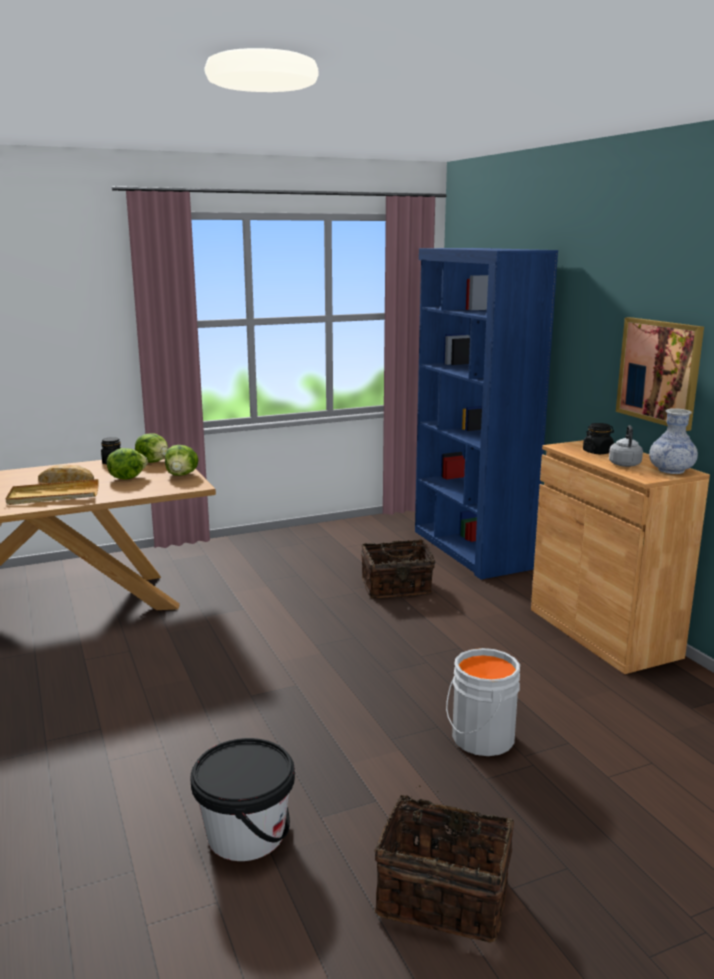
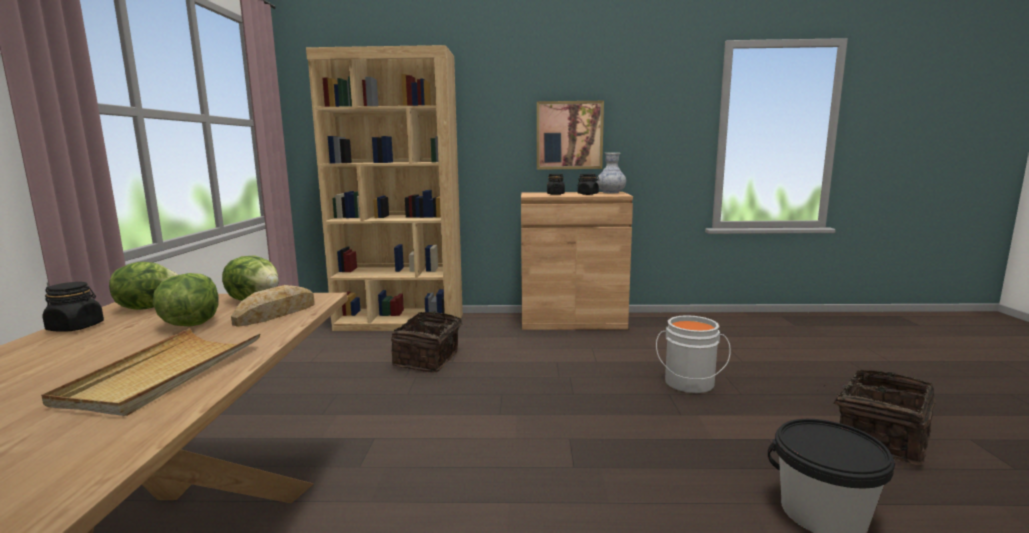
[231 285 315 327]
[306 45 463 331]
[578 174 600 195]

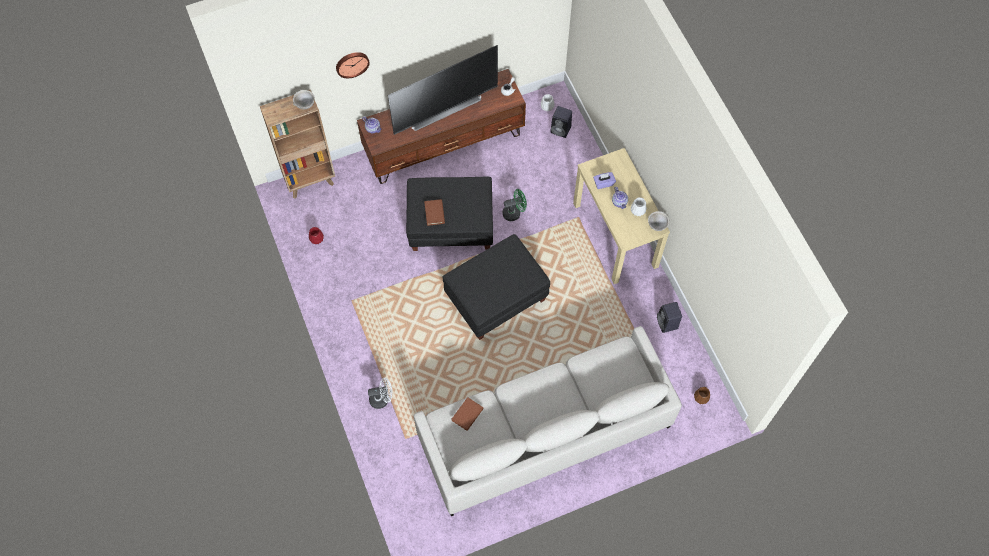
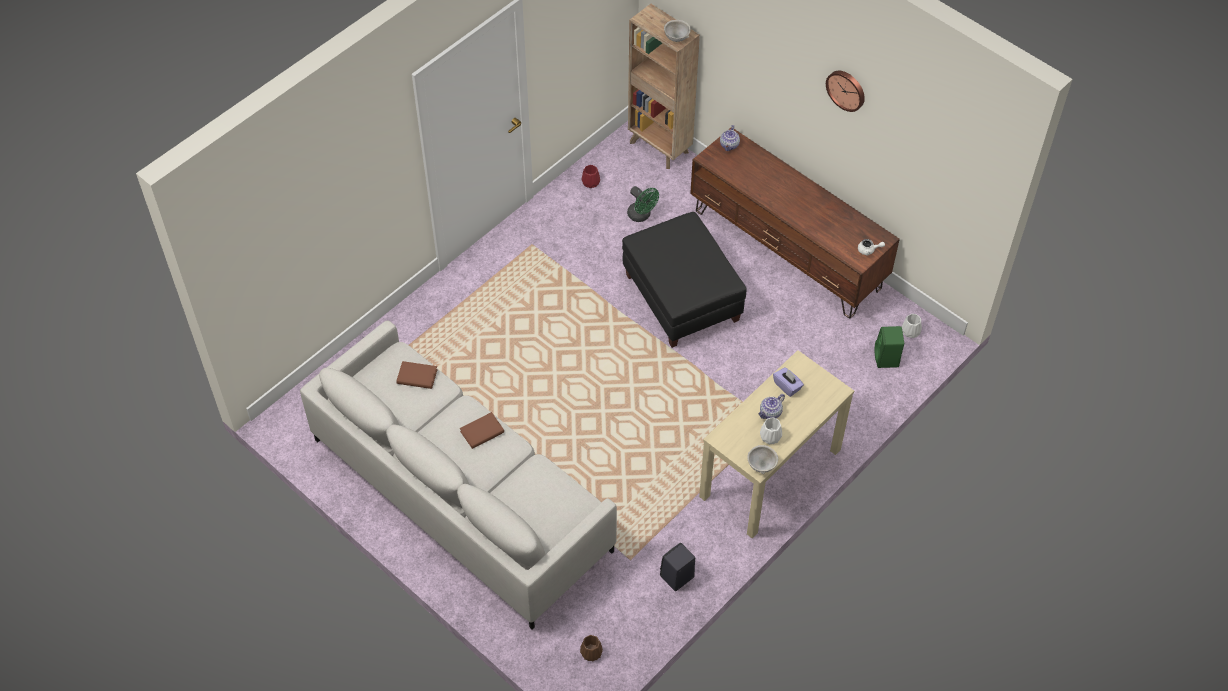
[460 412 504 449]
[627 186 659 222]
[826 71 865 112]
[875 326 904 368]
[368 377 392 409] (first image)
[388 45 498 135] (first image)
[442 234 550 340] (first image)

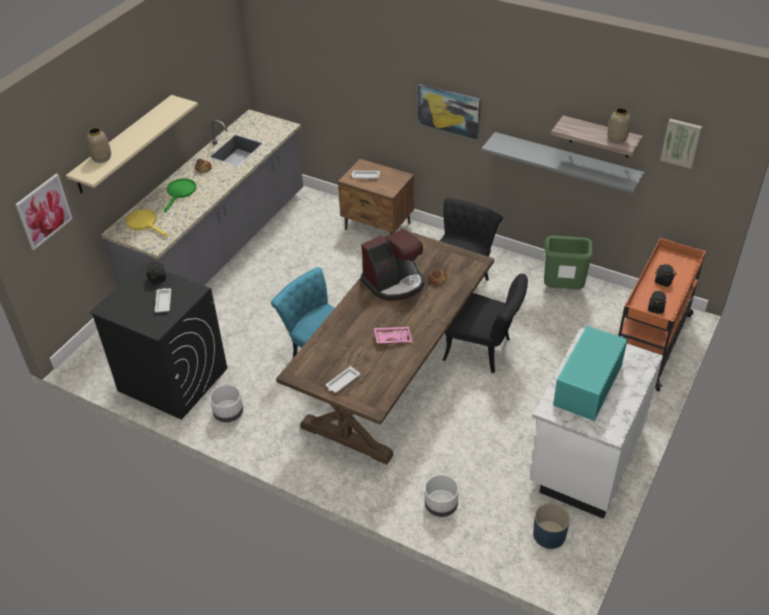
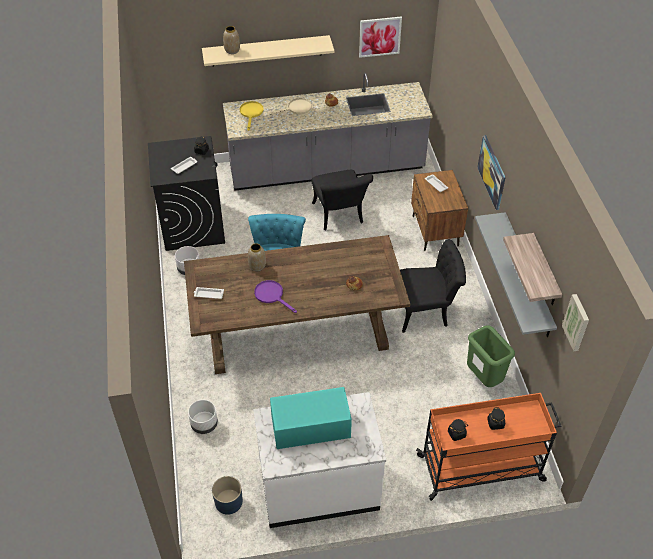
[248 243 266 271]
[254 280 297 313]
[269 98 312 115]
[312 170 373 230]
[359 16 402 58]
[361 229 424 301] (first image)

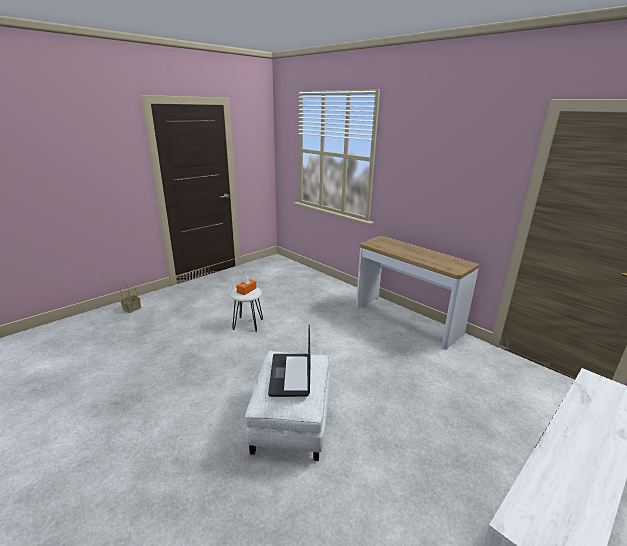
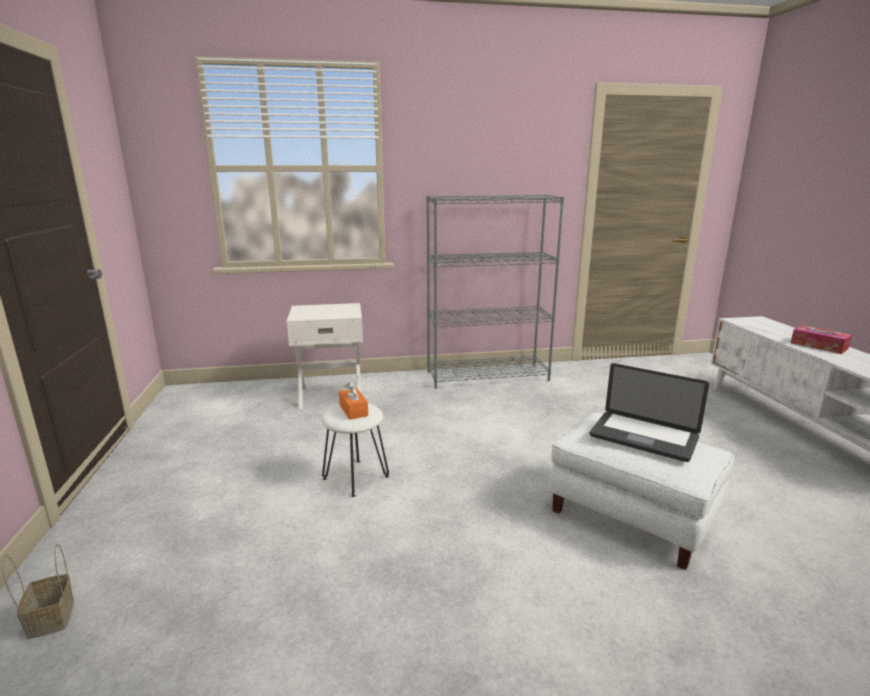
[286 303 363 409]
[426 194 564 389]
[791 325 852 354]

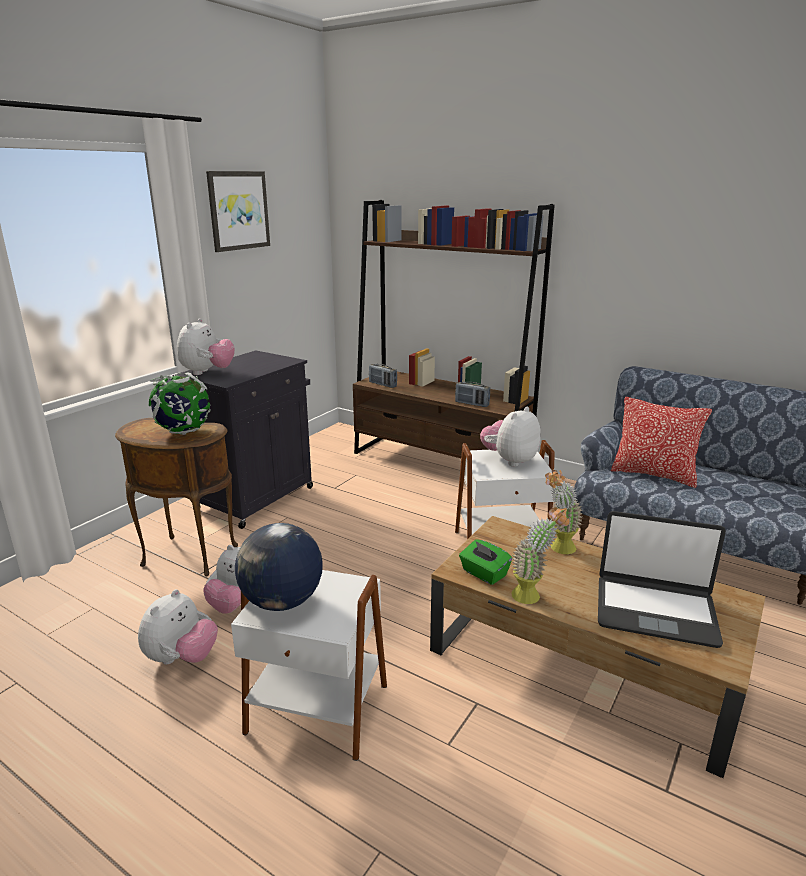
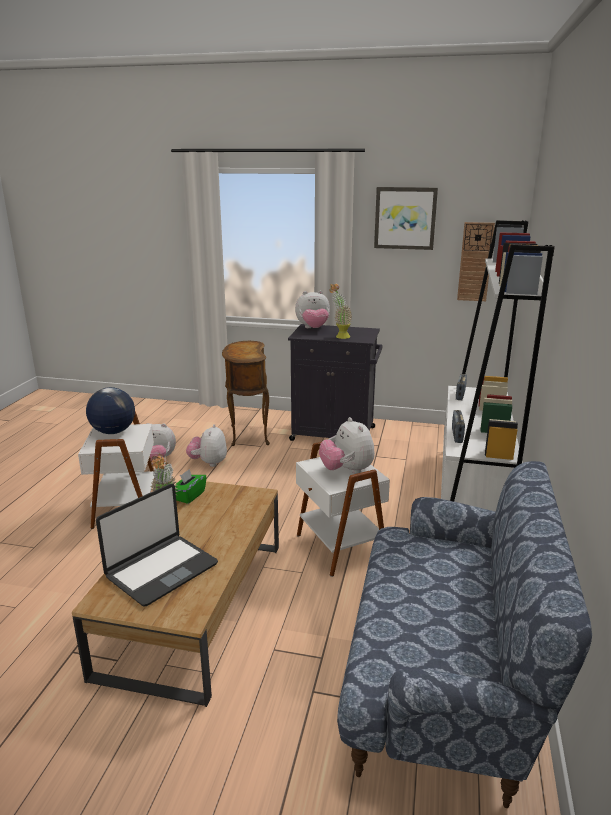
[96 484 218 607]
[319 417 375 474]
[329 283 352 339]
[441 220 555 512]
[457 222 495 301]
[149 372 211 435] (first image)
[611 397 712 488] (first image)

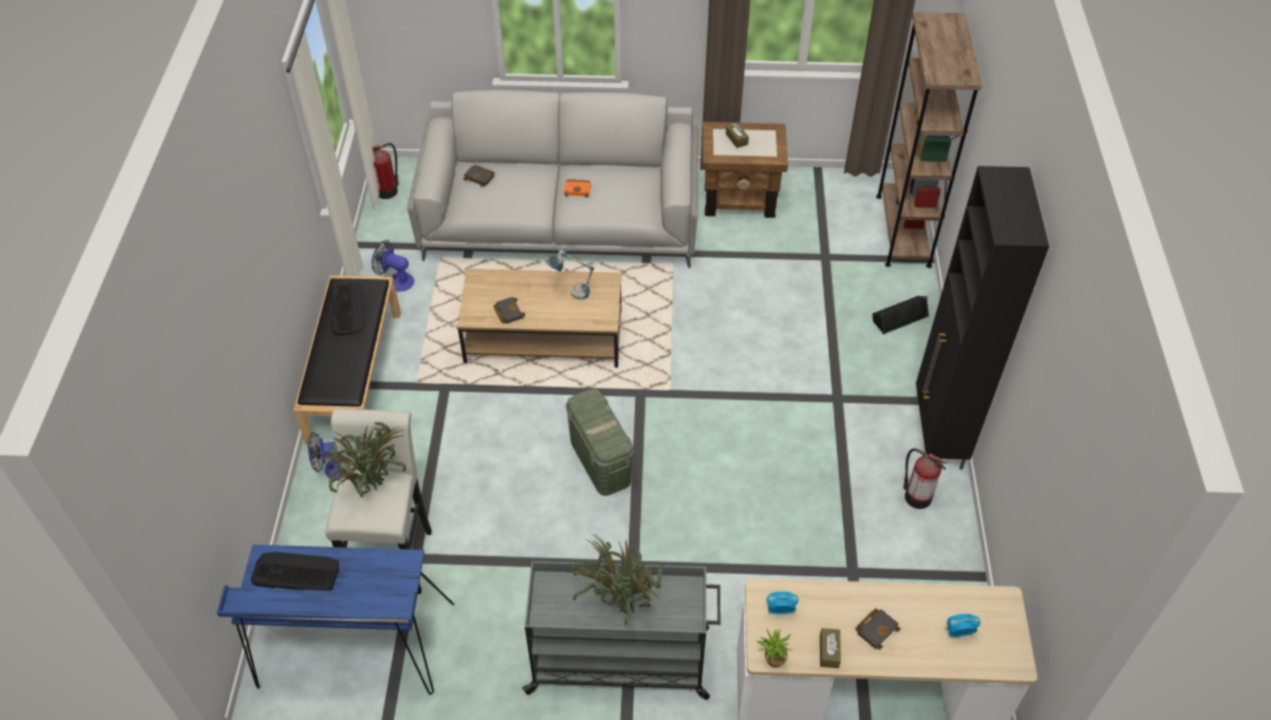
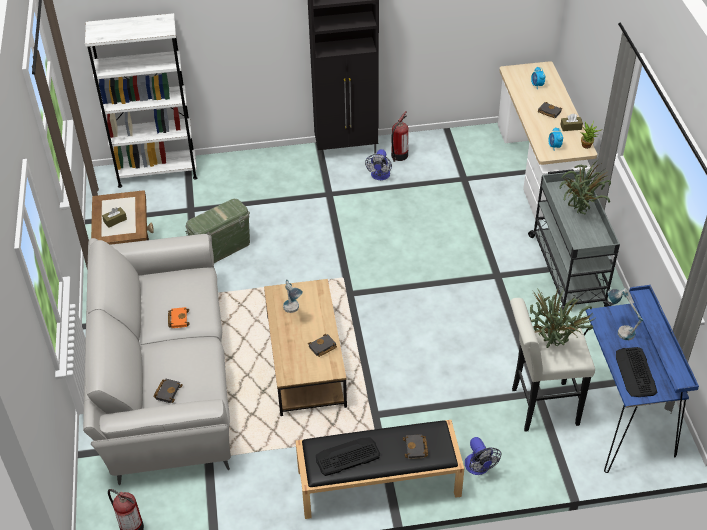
[85 13 197 188]
[185 199 250 263]
[365 149 392 180]
[403 434 428 459]
[608 288 643 340]
[872 296 929 334] (first image)

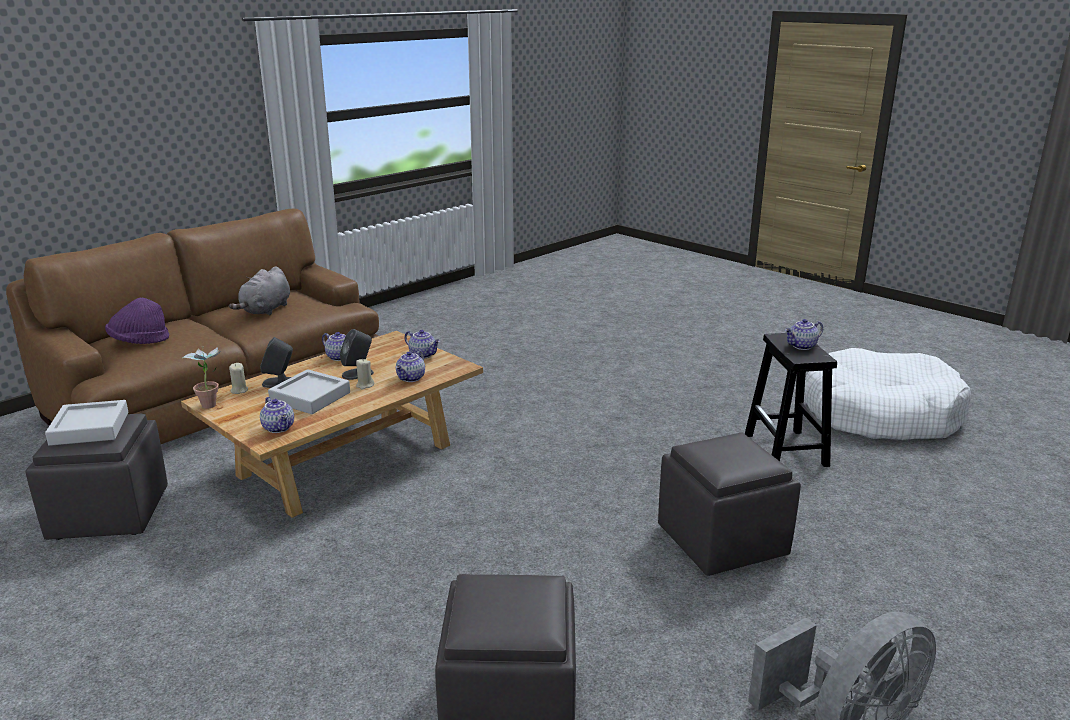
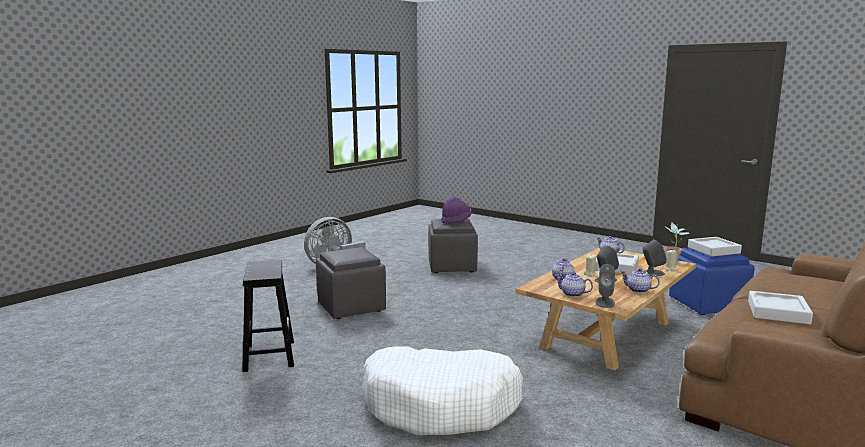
[362 346 523 436]
[441 196 472 224]
[596 264 615 308]
[669 248 755 315]
[748 291 813 324]
[785 319 823 350] (first image)

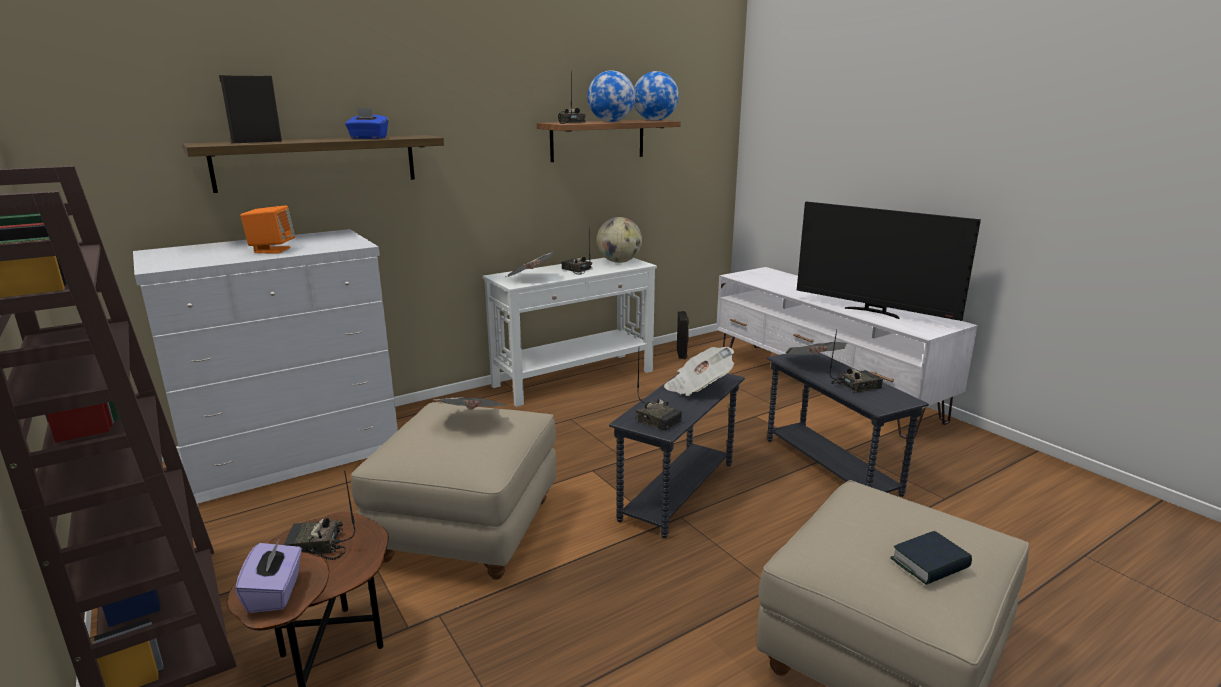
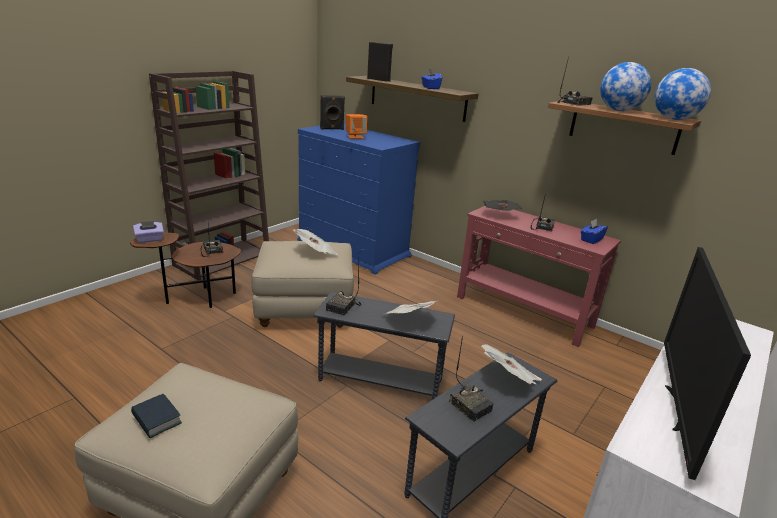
[297 124 420 275]
[320 95 345 130]
[457 206 621 347]
[581 219 608 244]

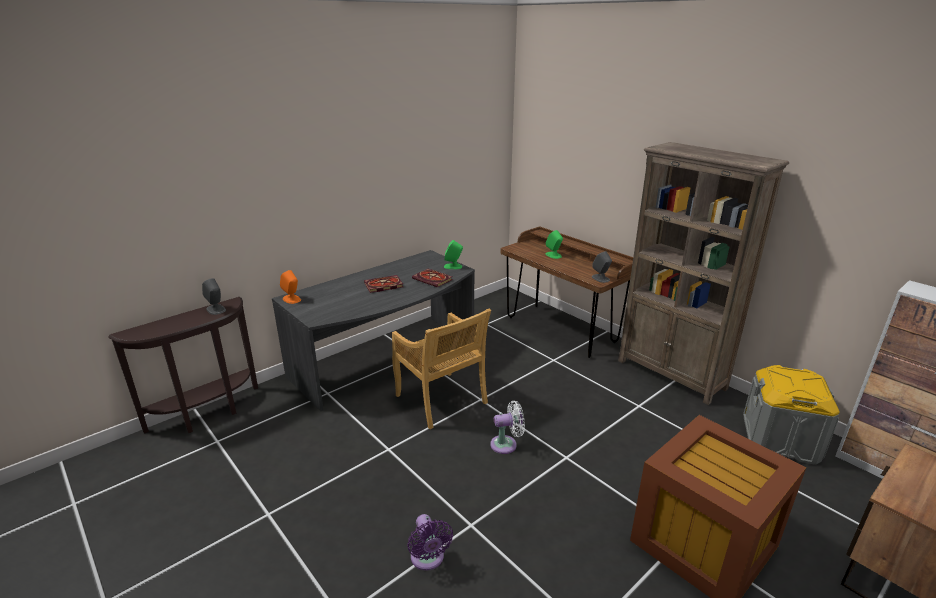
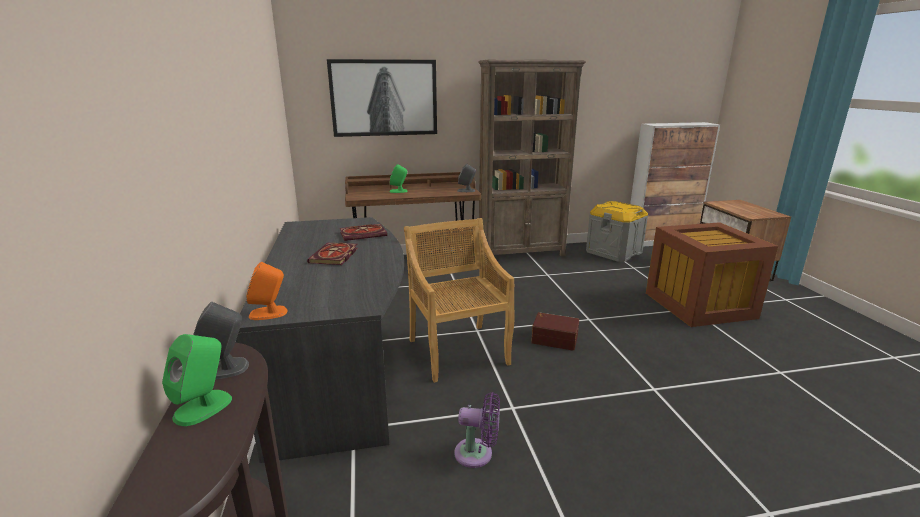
[162 334 232 426]
[327 59 437 137]
[404 218 514 383]
[454 392 500 468]
[531 312 579 351]

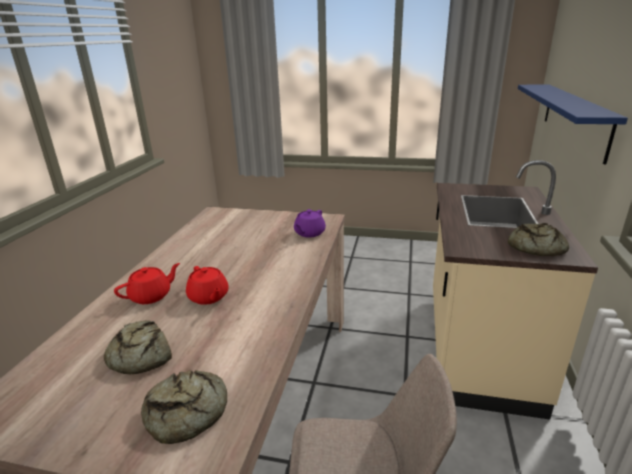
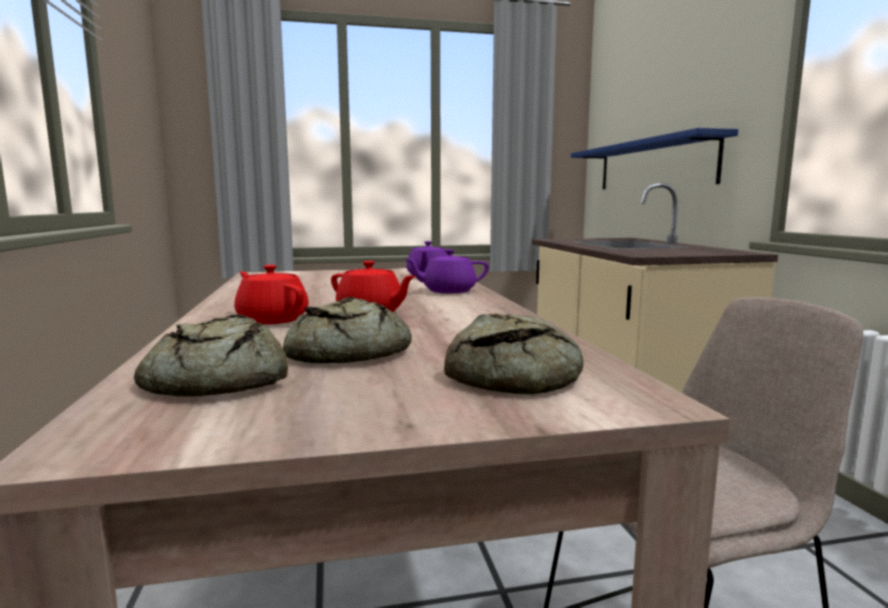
[134 314 288 397]
[234 265 309 324]
[404 249 489 293]

